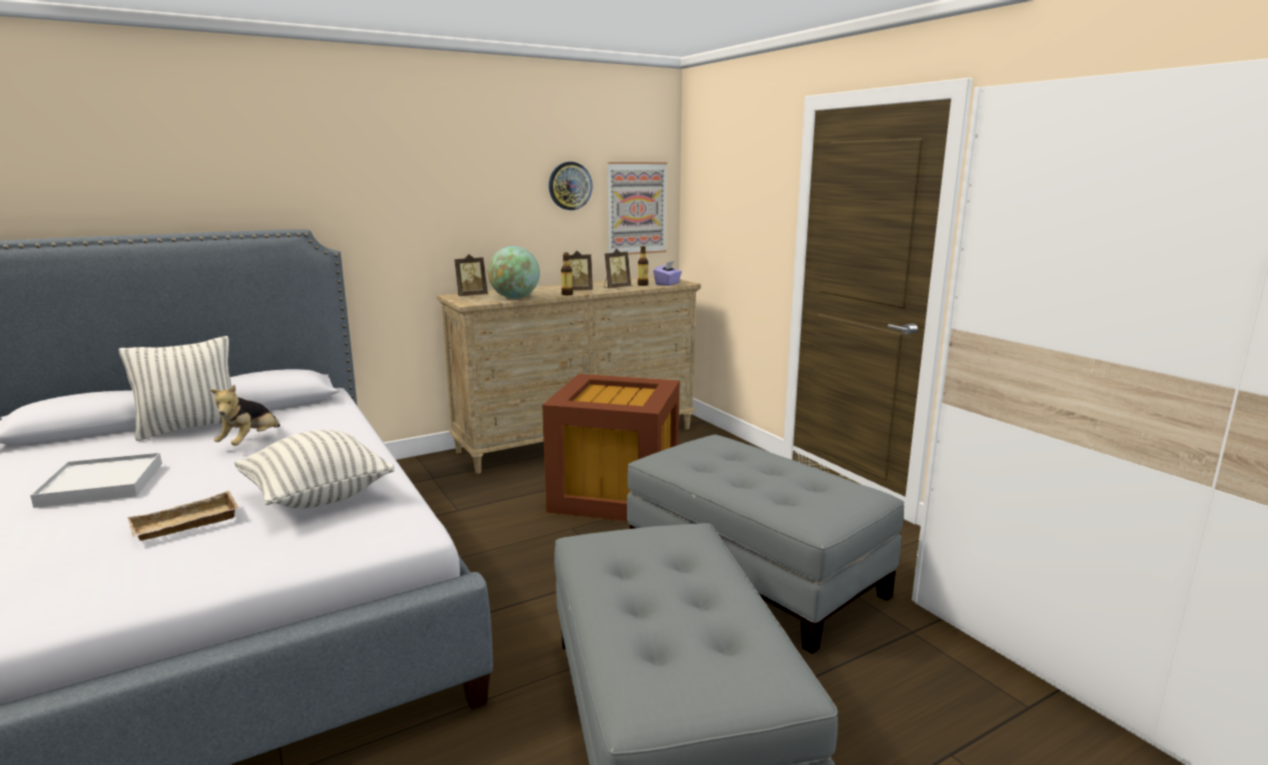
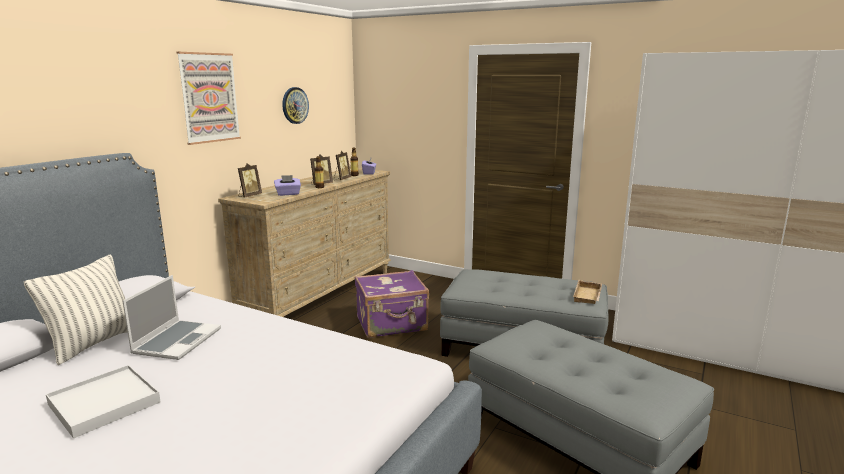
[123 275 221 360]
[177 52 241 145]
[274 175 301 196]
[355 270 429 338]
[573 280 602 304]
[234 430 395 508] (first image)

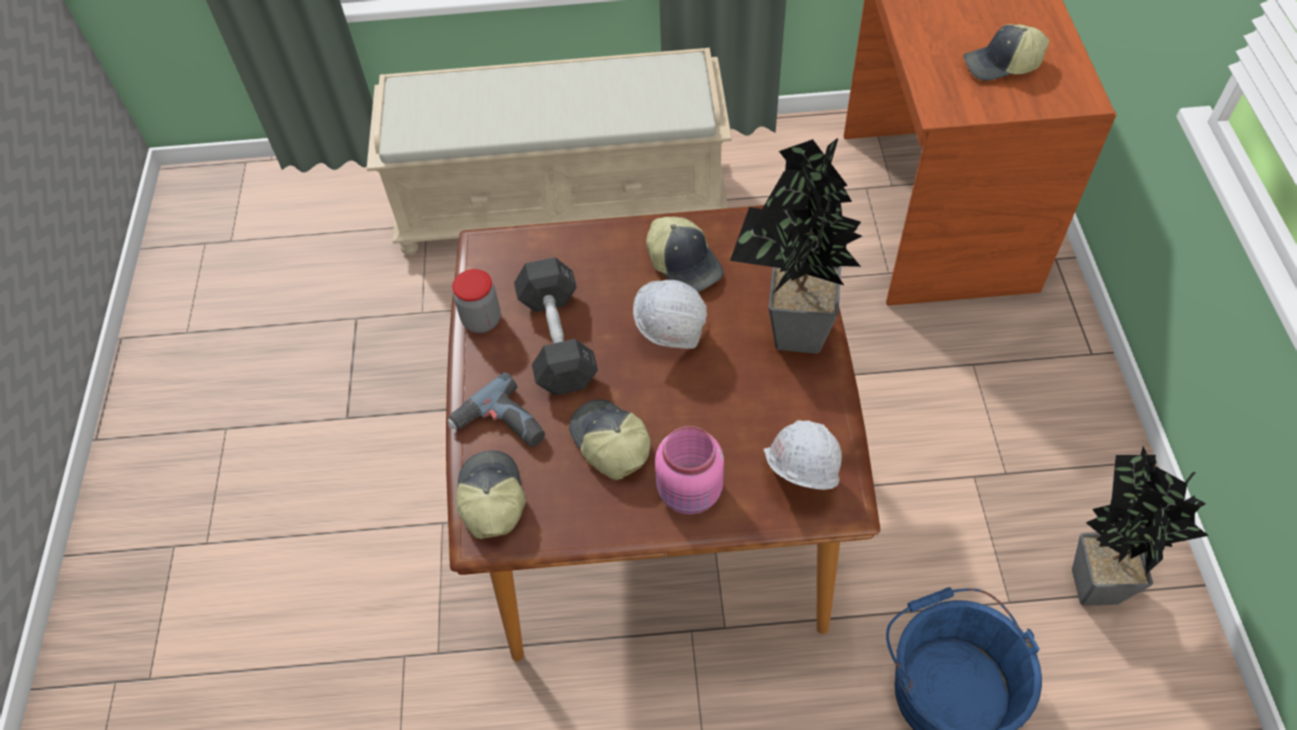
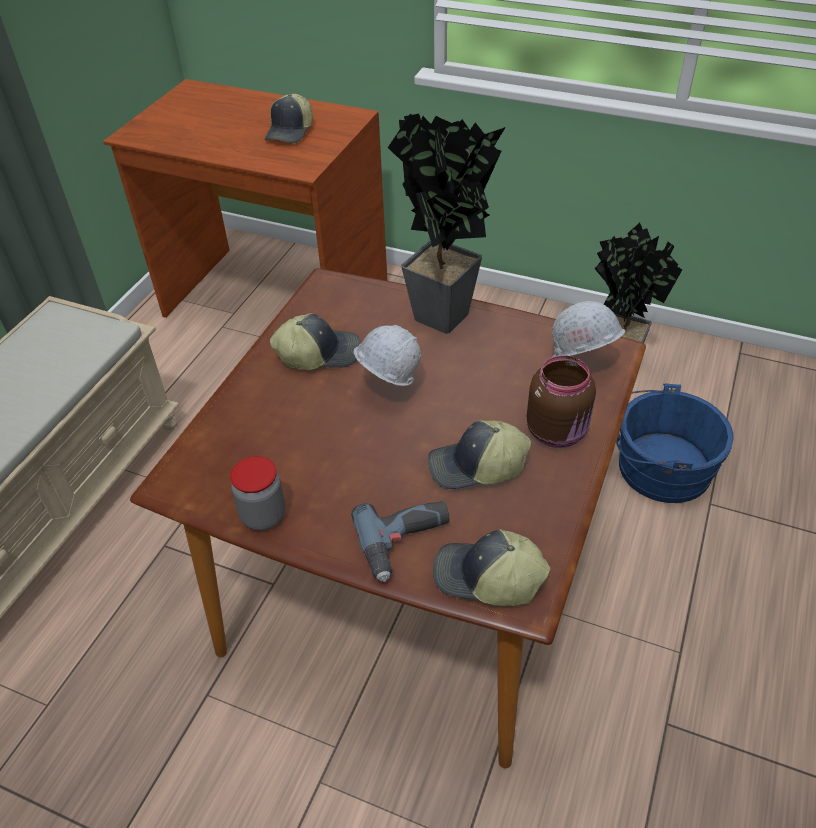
[527 356 596 448]
[514 257 598 395] (first image)

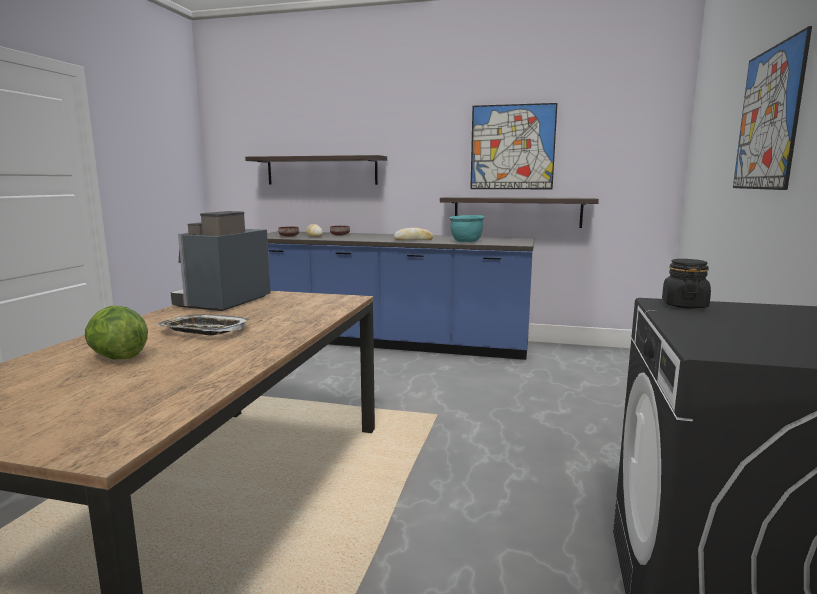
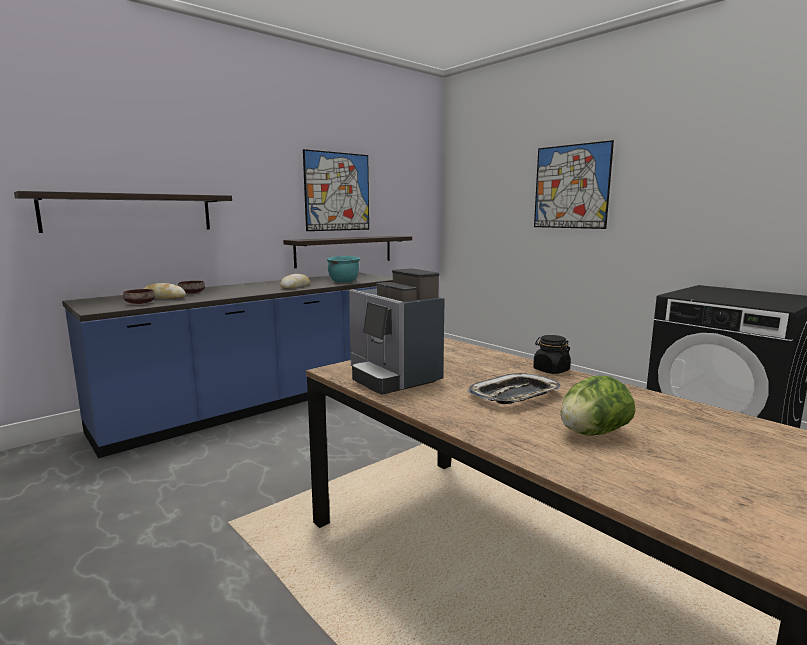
[533 335 571 374]

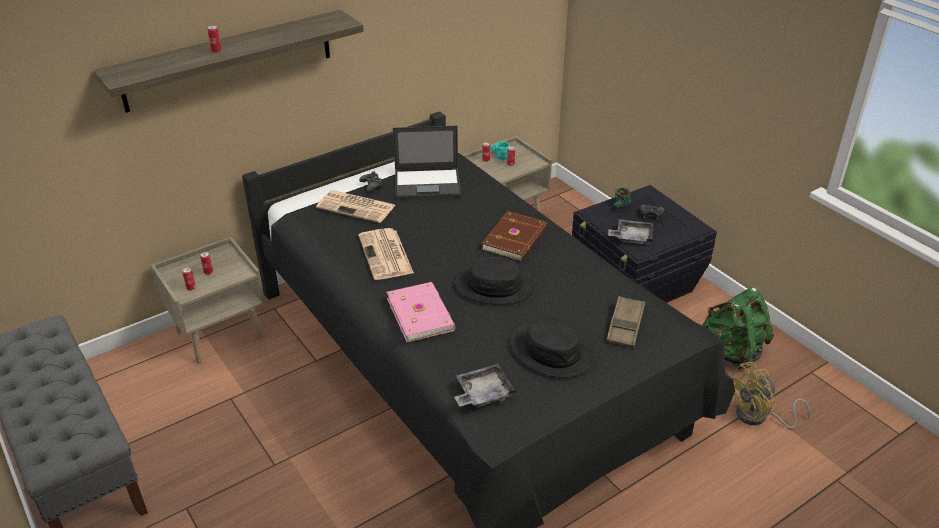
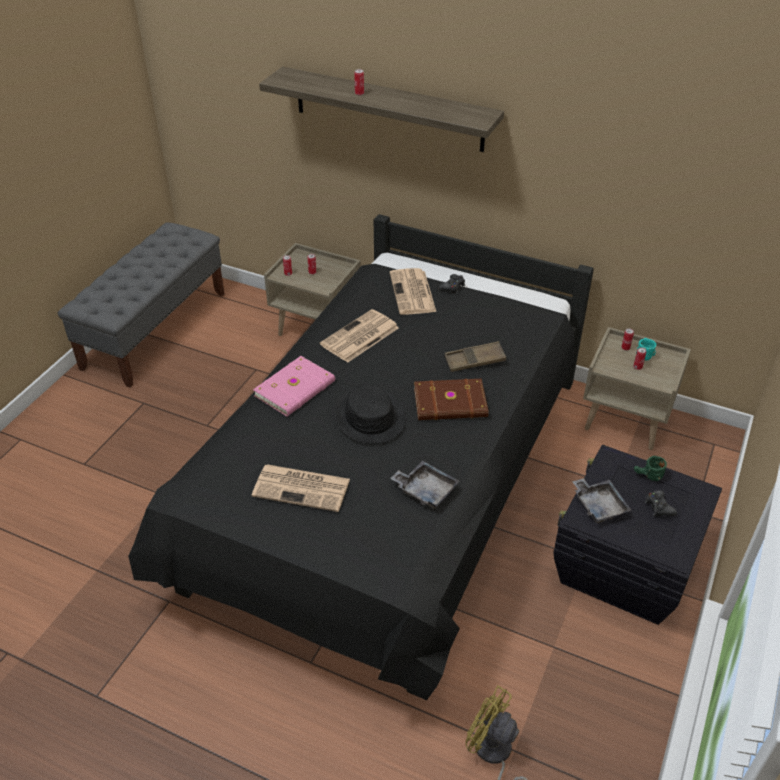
[252 464 350 512]
[390 460 460 509]
[444 341 506 372]
[393 126 461 199] (first image)
[702 287 774 370] (first image)

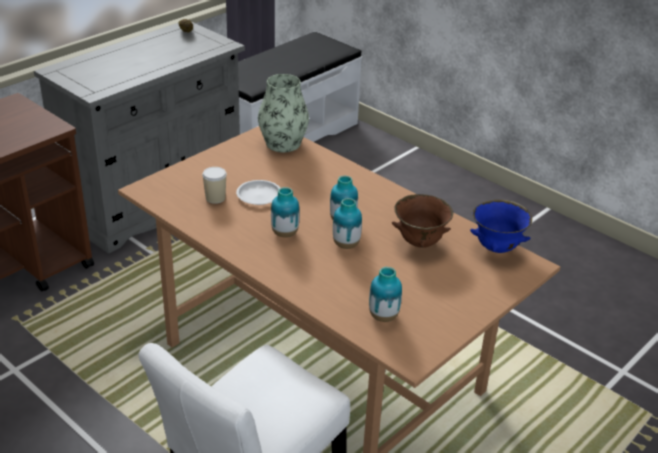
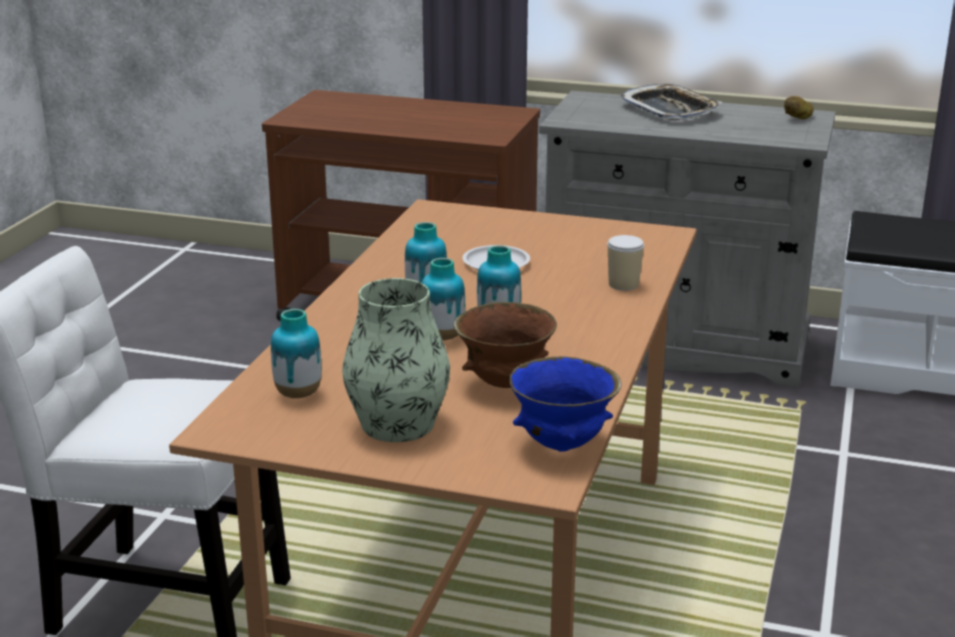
[342 278 450 442]
[607 235 644 291]
[618 84 722 120]

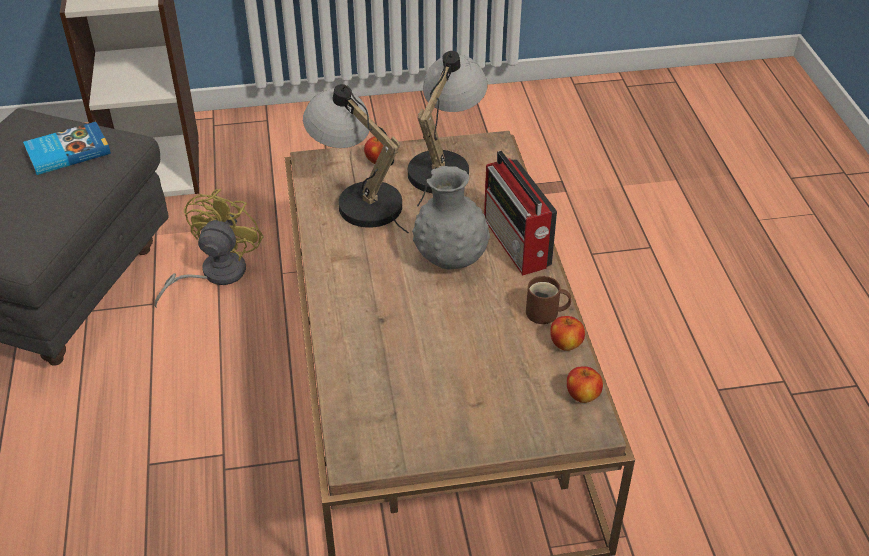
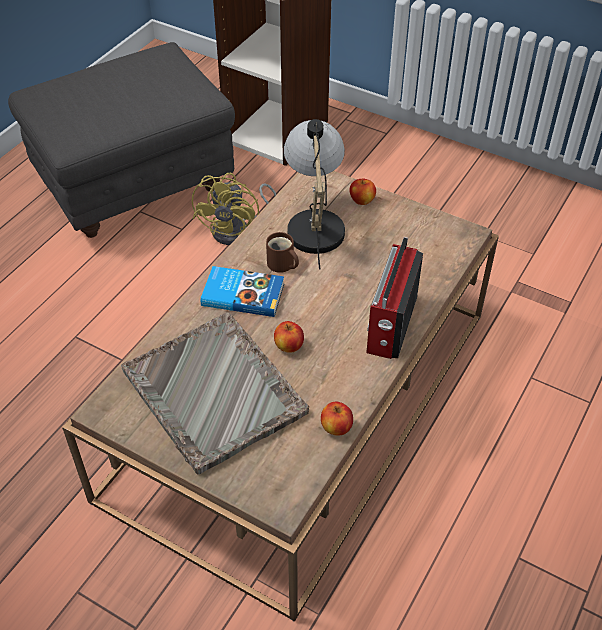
[121 312 309 475]
[192 173 276 245]
[200 266 284 317]
[266 232 299 273]
[274 321 304 353]
[408 51 488 206] (first image)
[412 166 490 270] (first image)

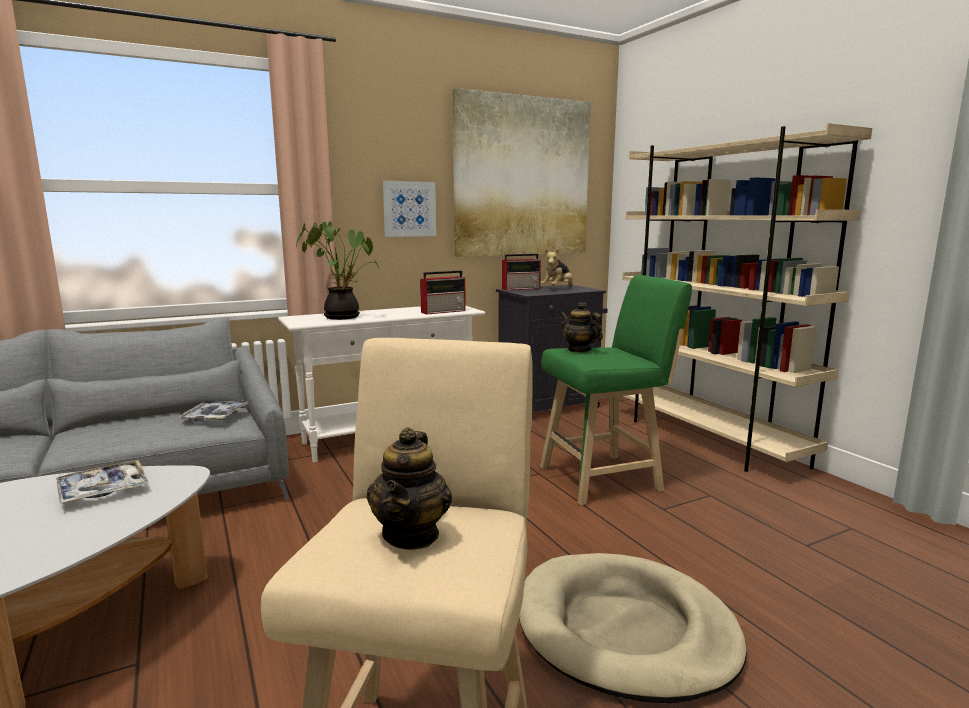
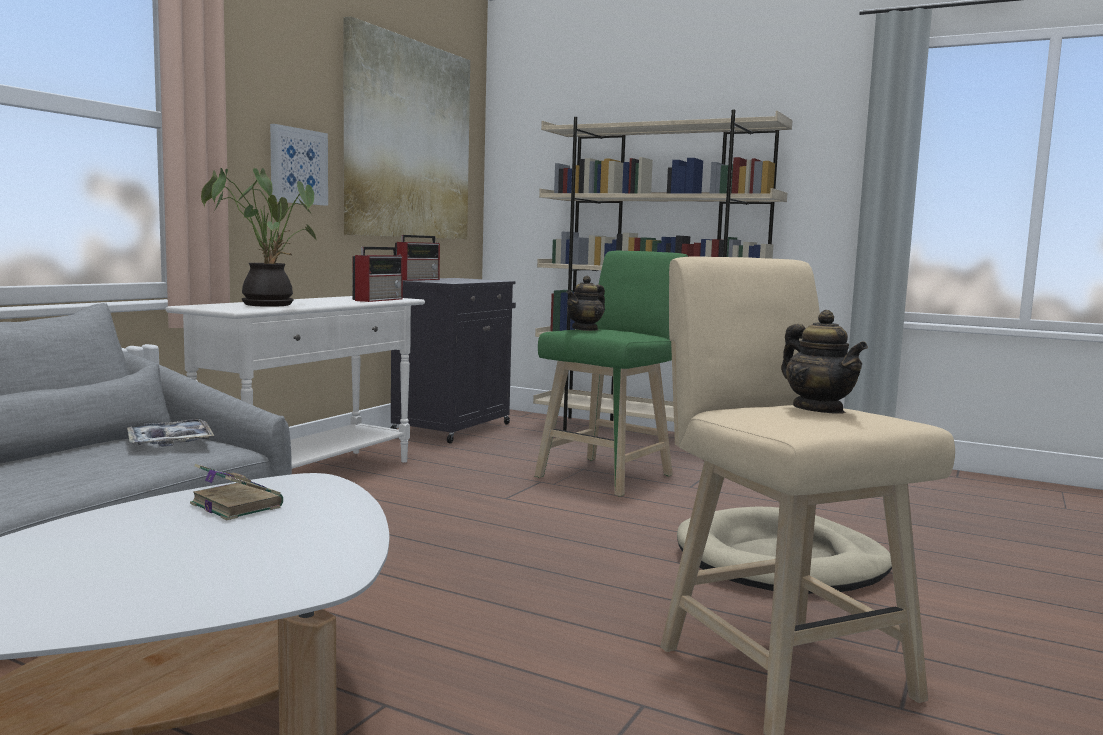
[190 464 283 520]
[566 276 605 331]
[541 248 573 286] (first image)

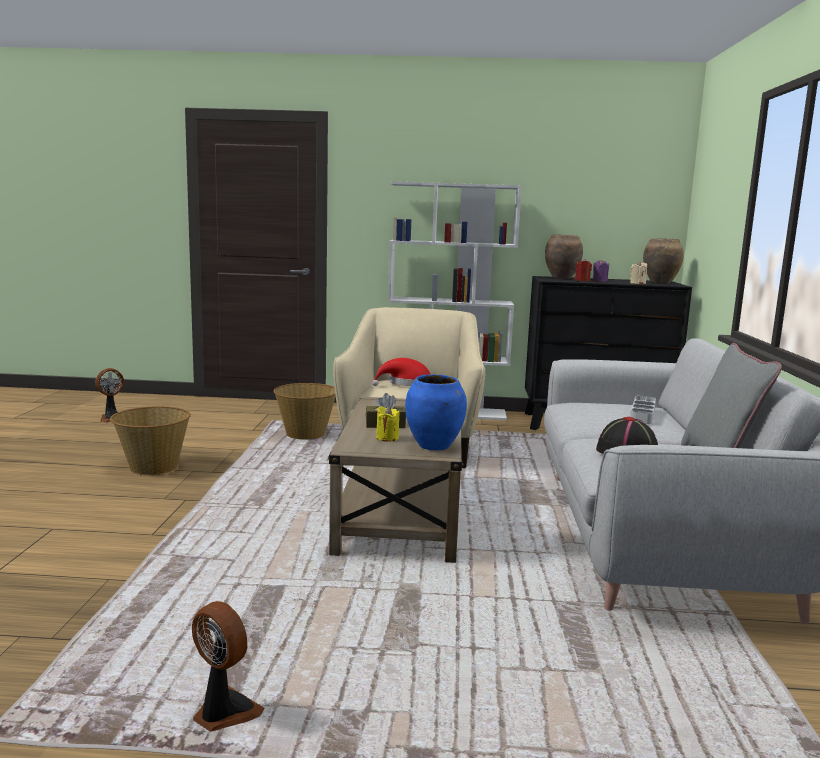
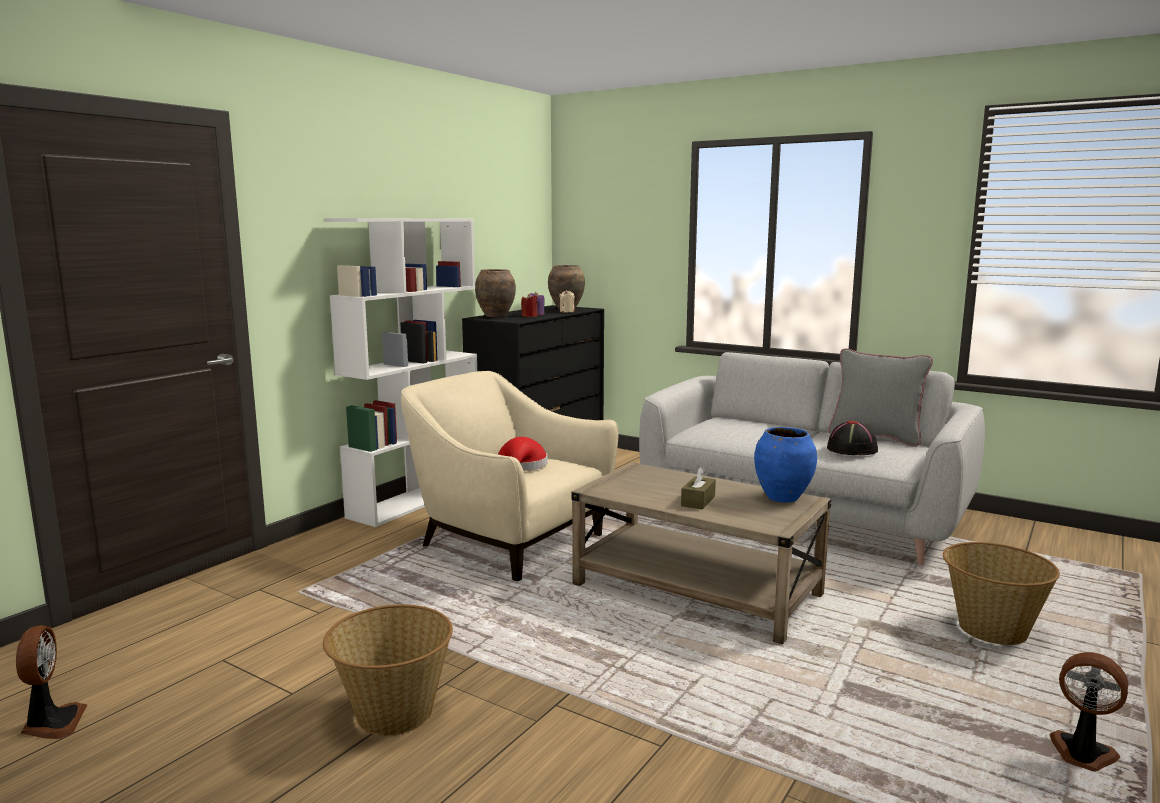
[943 542 1060 645]
[1049 652 1129 772]
[376 406 400 442] (first image)
[630 396 656 424] (first image)

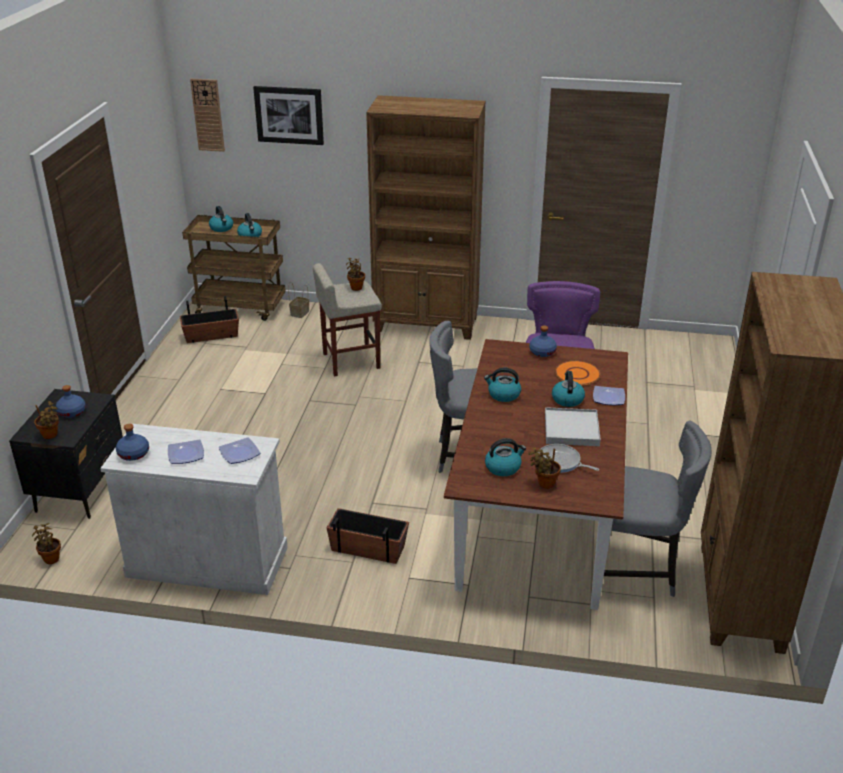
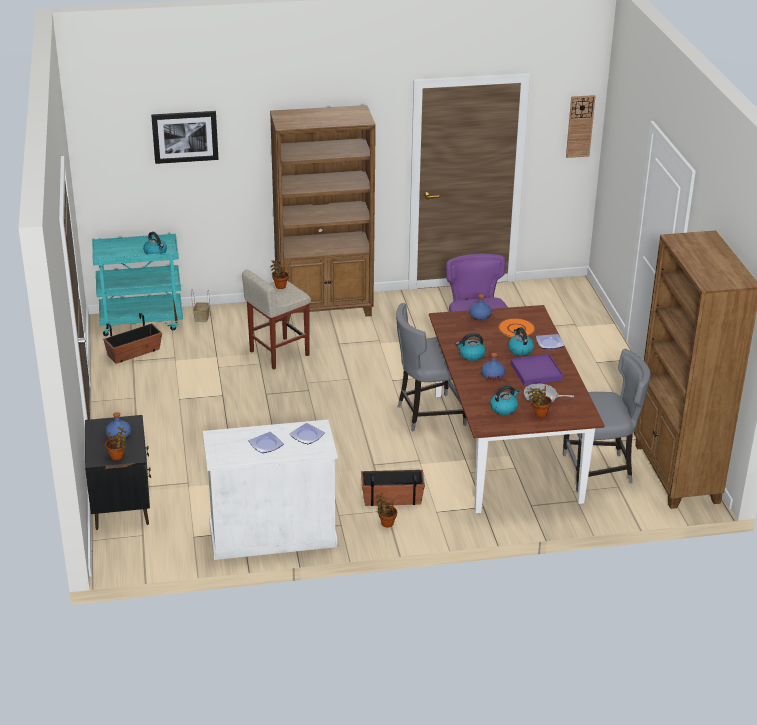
[92 233 183 336]
[376 494 397 528]
[481 353 505 380]
[510 354 563 386]
[566 95 595 158]
[209 206 233 232] (first image)

